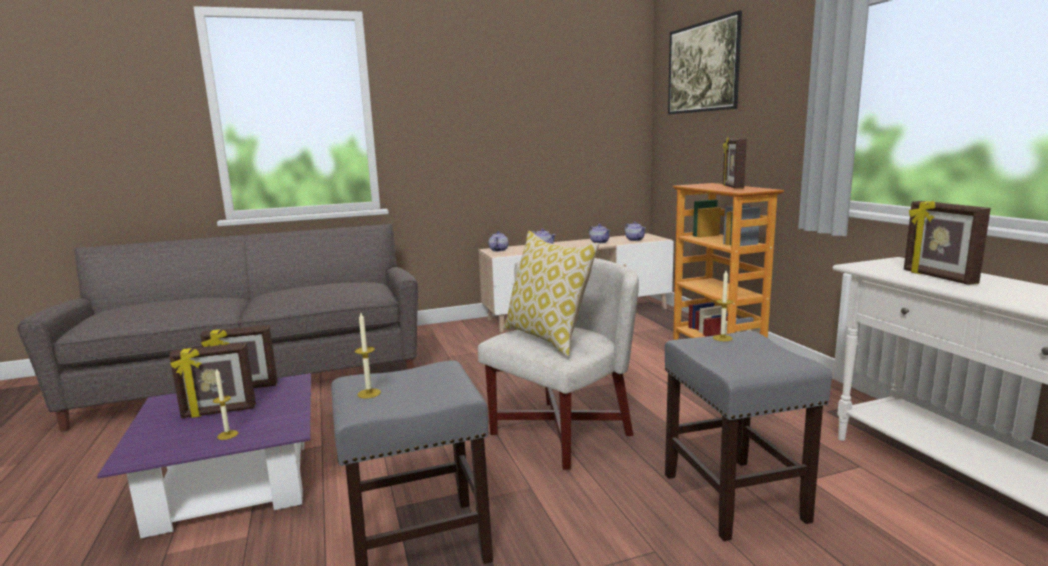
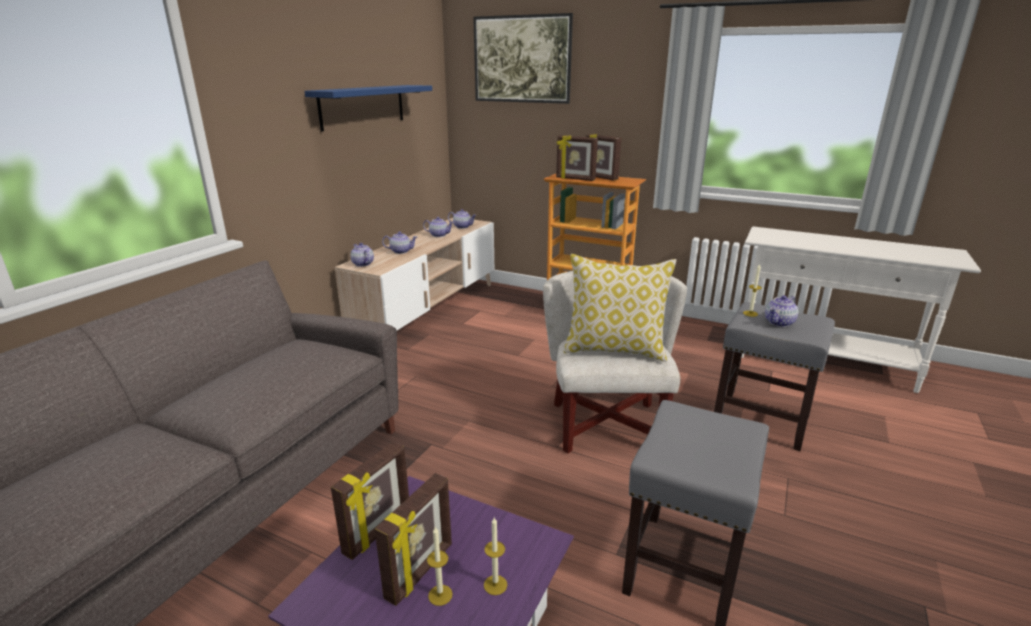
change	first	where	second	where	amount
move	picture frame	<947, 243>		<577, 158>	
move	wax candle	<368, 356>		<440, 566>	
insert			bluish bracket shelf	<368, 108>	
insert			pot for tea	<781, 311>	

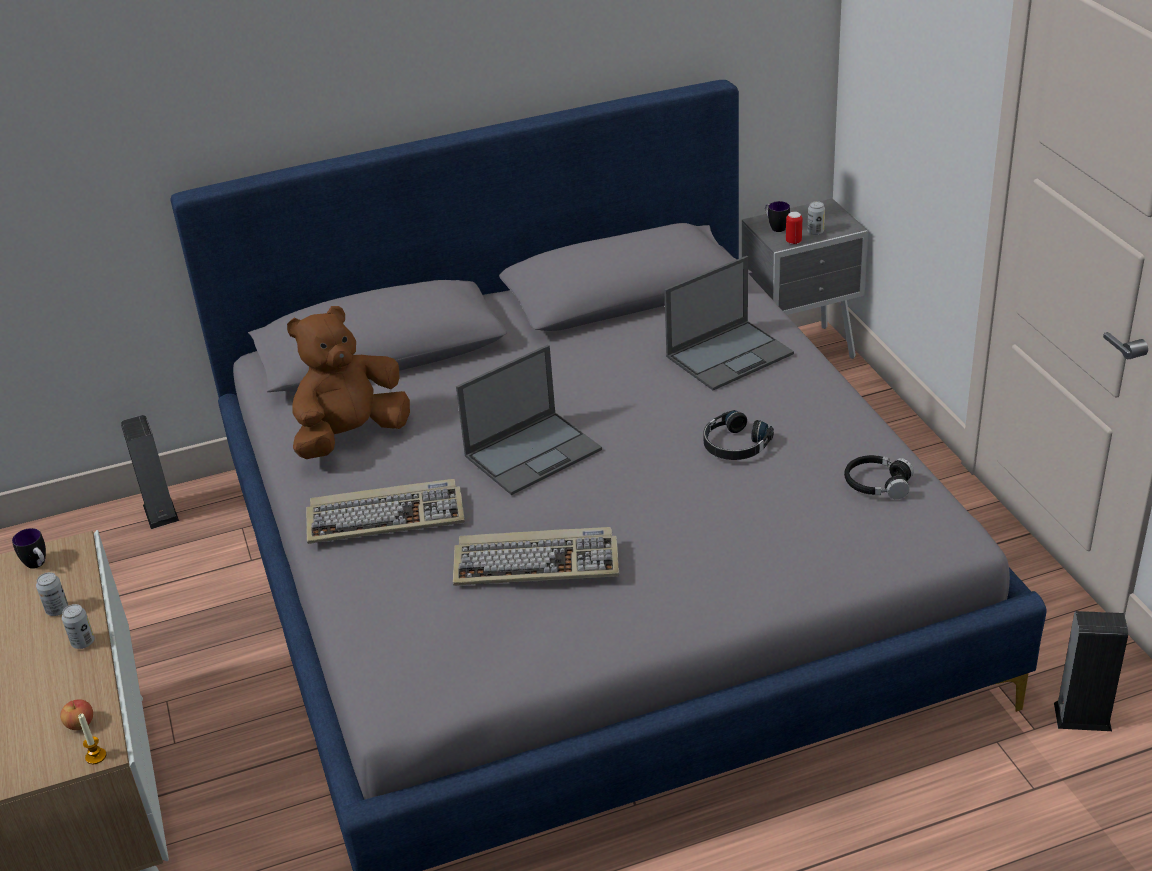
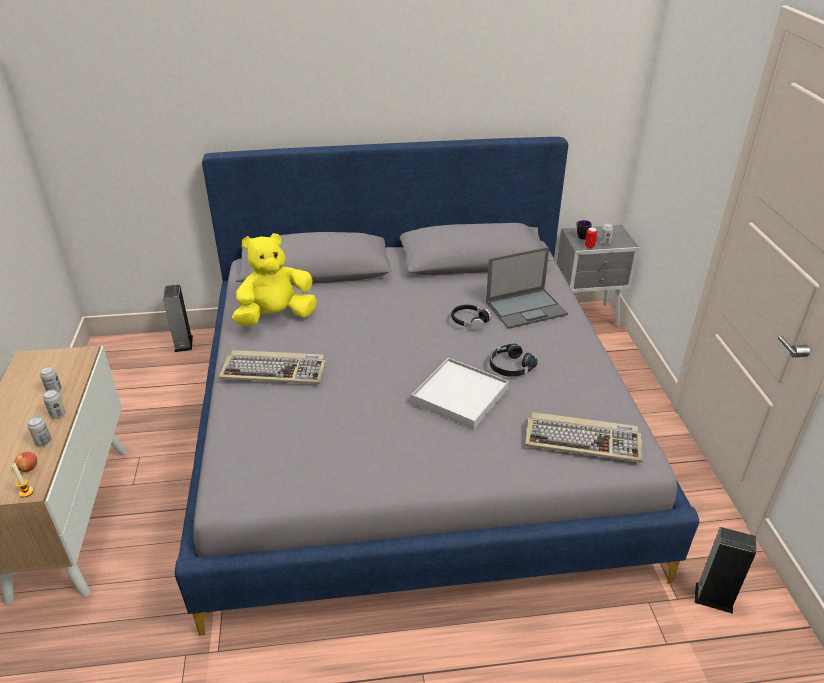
change	first	where	second	where	amount
recolor	brown cuddly toy	<348, 382>	yellow-coloured cuddly toy	<274, 279>	
delete	portable computer	<529, 420>			
move	black-coloured pair of headphones	<879, 477>		<471, 318>	
move	PC keyboard	<536, 556>		<584, 437>	
delete	tea mug	<29, 548>			
insert			white-coloured tray	<460, 393>	
insert			sealed can	<40, 431>	

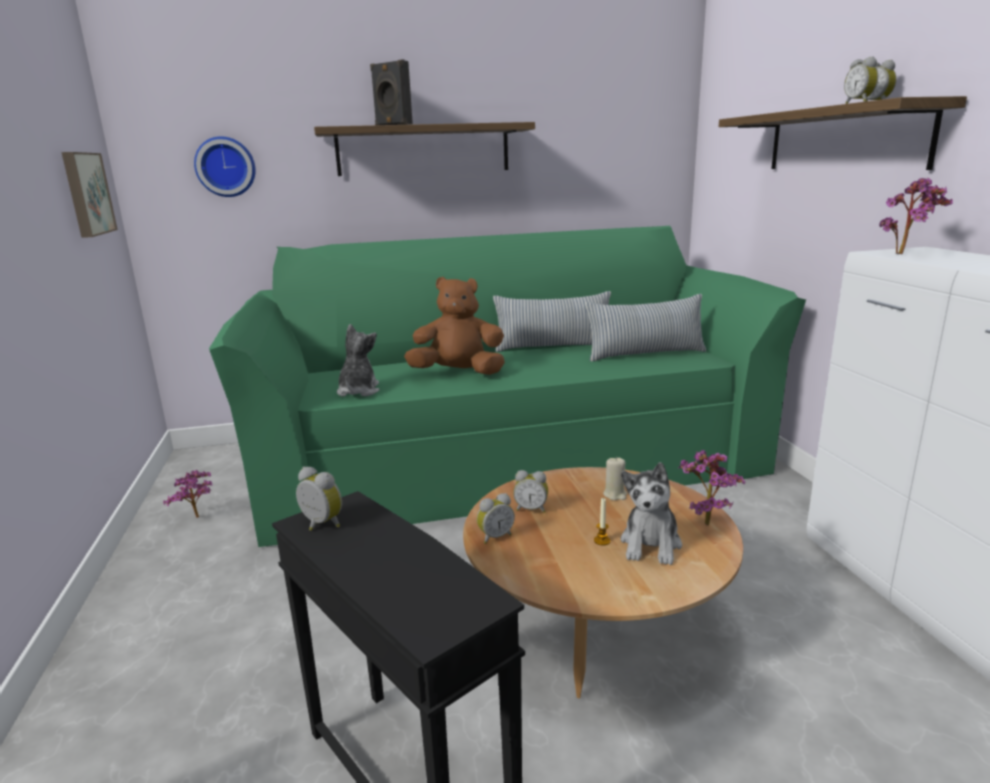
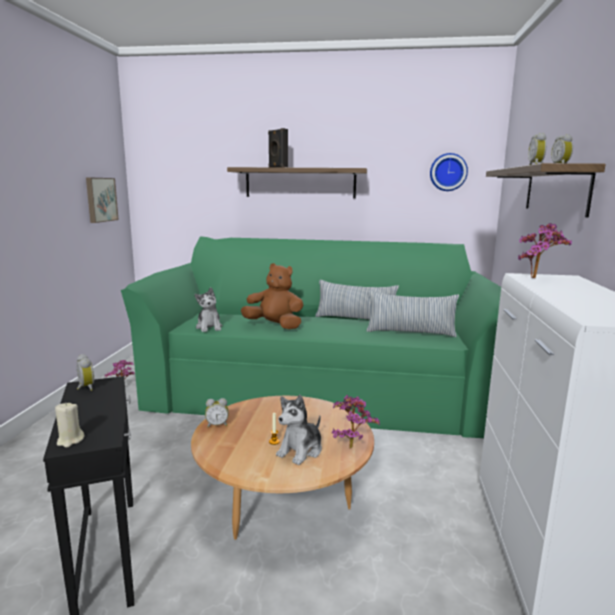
change	first	where	second	where	amount
move	hanging clock	<224, 166>		<449, 172>	
rotate	cuddly toy	<358, 360>		<208, 309>	135 degrees clockwise
move	sand-coloured wax candle	<615, 478>		<69, 424>	
delete	alarm clock	<530, 491>			

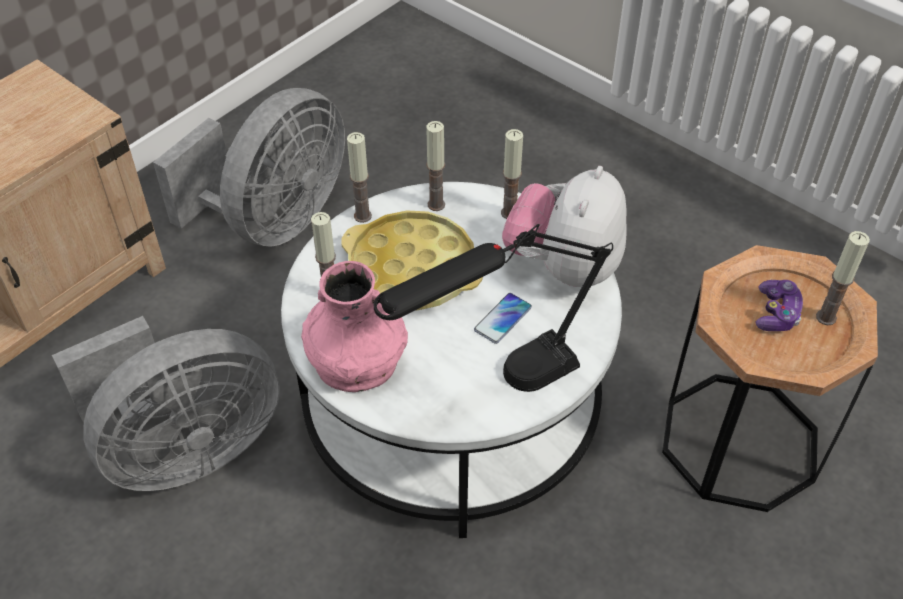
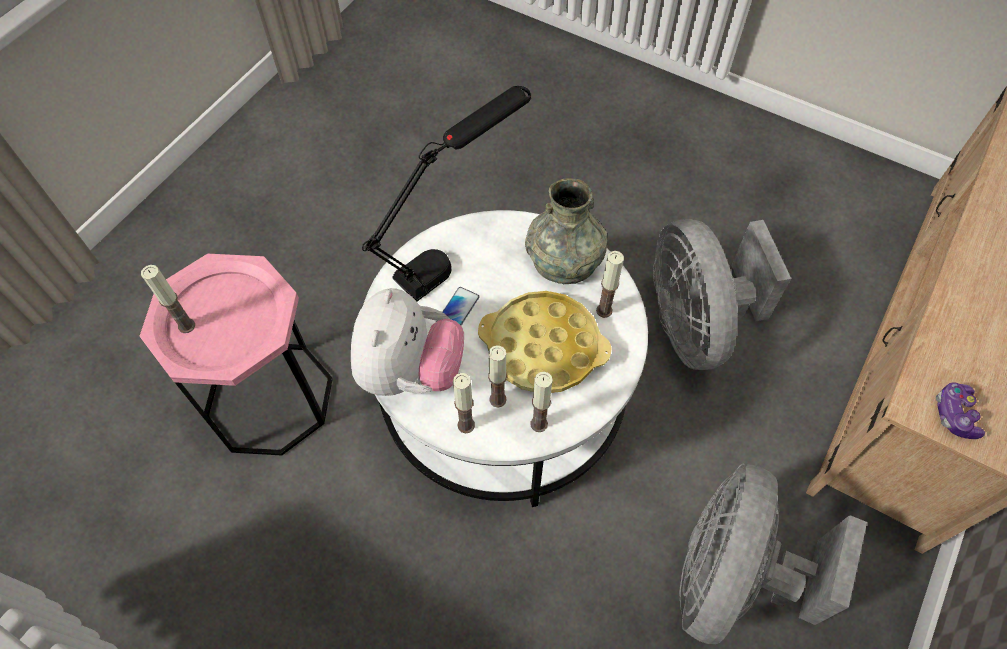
change	first	where	second	where	amount
move	wax candle	<359, 177>		<497, 376>	
recolor	brown end table	<770, 378>	pink-coloured end table	<236, 354>	
recolor	pink-coloured vase	<354, 326>	greyish vase	<566, 231>	
move	game controller	<779, 305>		<960, 410>	
rotate	greyish cooling fan	<166, 403>		<722, 294>	60 degrees counterclockwise

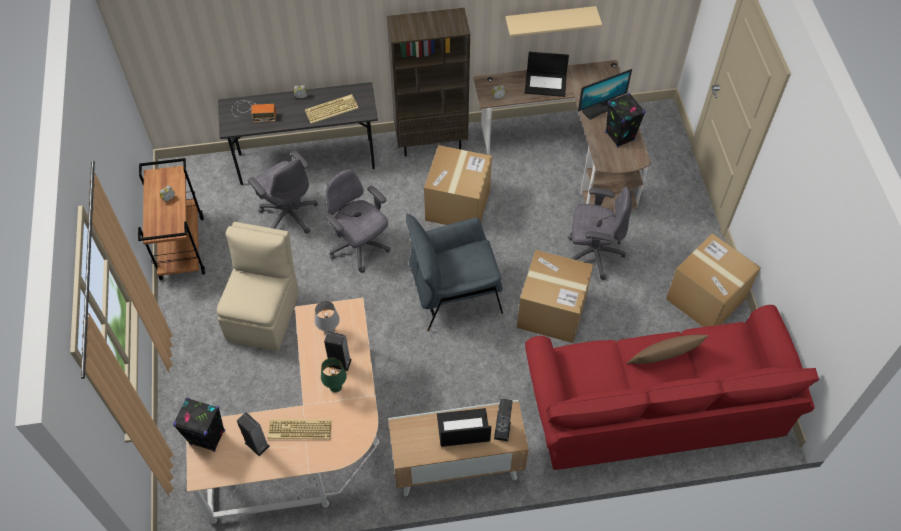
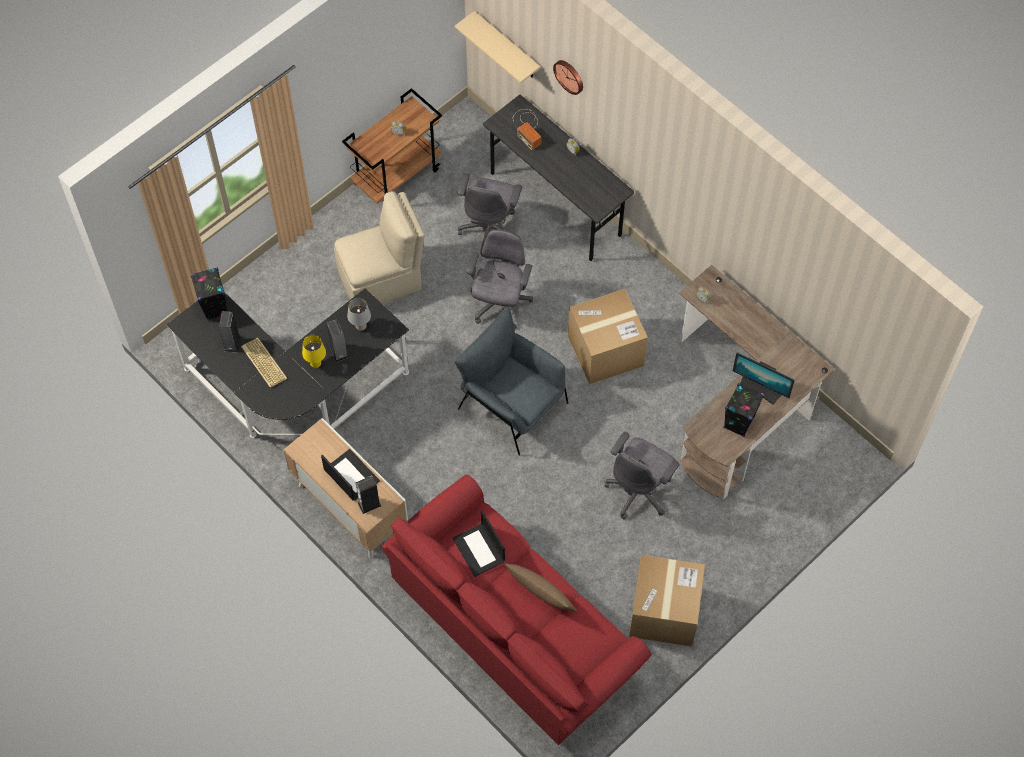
change	first	where	second	where	amount
move	sand-coloured bracket shelf	<553, 21>		<497, 47>	
delete	brown bookcase	<428, 82>			
move	portable computer	<547, 74>		<479, 543>	
delete	PC keyboard	<331, 109>			
rotate	greyish computer chair	<600, 233>		<642, 475>	60 degrees clockwise
delete	packing box	<555, 296>			
recolor	sand-coloured desk unit	<282, 411>	black-coloured desk unit	<287, 363>	
recolor	green-coloured lamp for a table	<334, 375>	yellow-coloured lamp for a table	<314, 351>	
insert			hanging clock	<568, 77>	

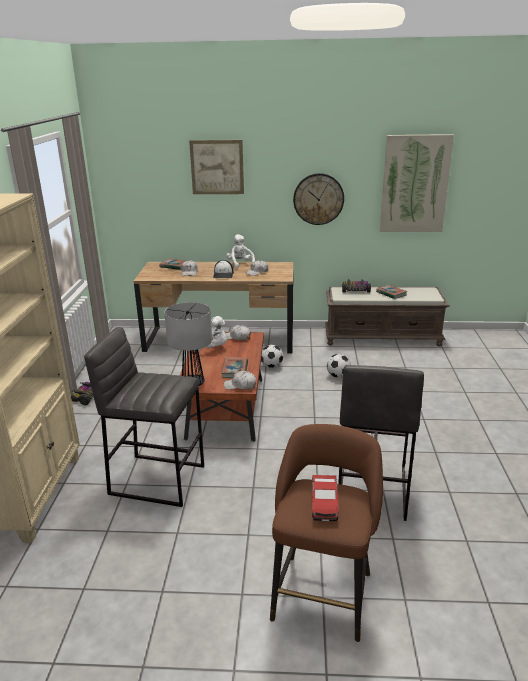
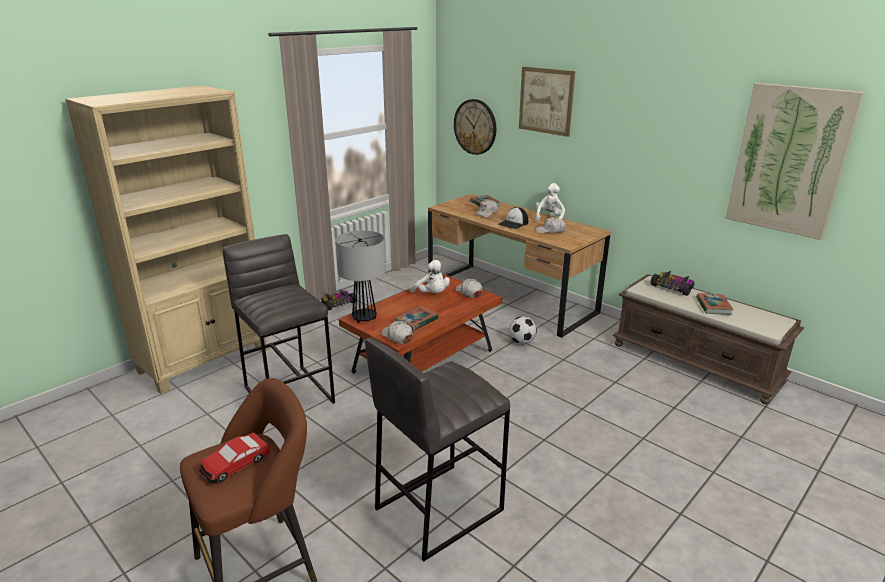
change	first	where	second	where	amount
move	hanging clock	<318, 199>		<475, 127>	
delete	football ball	<339, 366>			

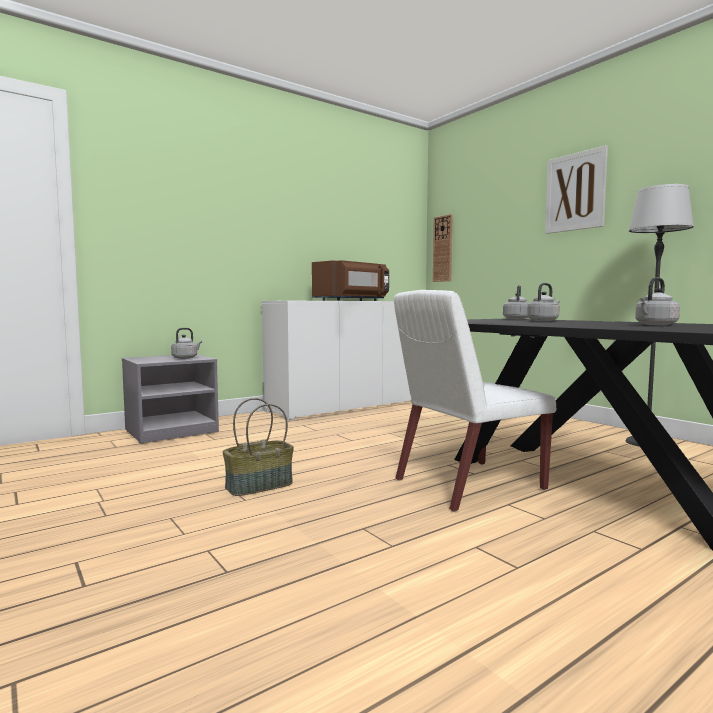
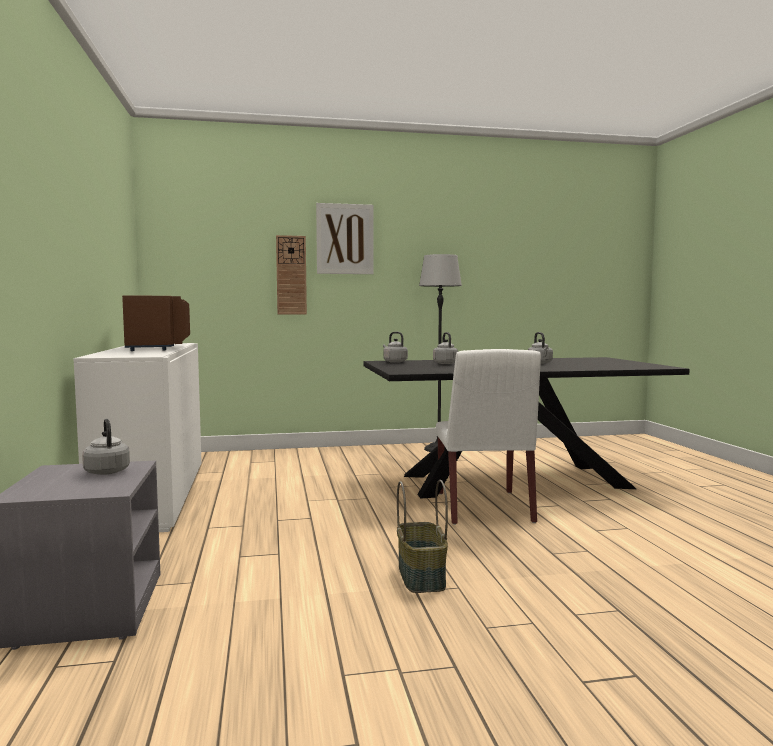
change	first	where	second	where	amount
move	hanging clock	<443, 248>		<291, 274>	

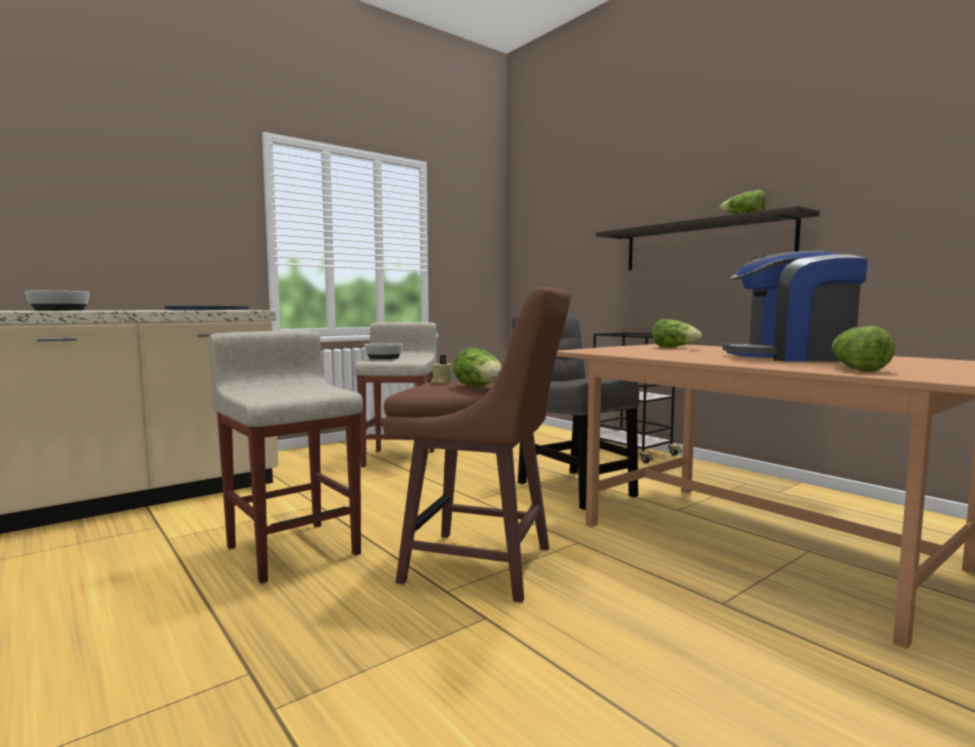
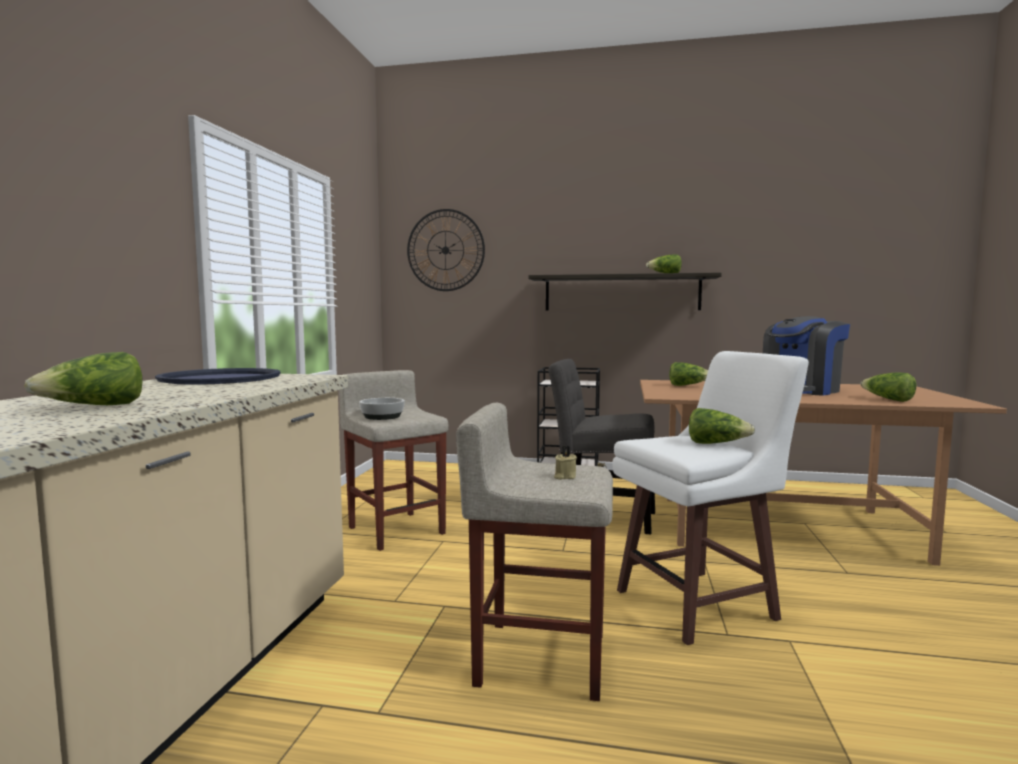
change	first	where	second	where	amount
recolor	brown stool seat	<477, 445>	white-coloured stool seat	<710, 498>	
replace	serving bowl	<57, 301>	head of lettuce	<83, 378>	
move	sand-coloured wax candle	<442, 369>		<565, 463>	
insert			hanging clock	<446, 250>	

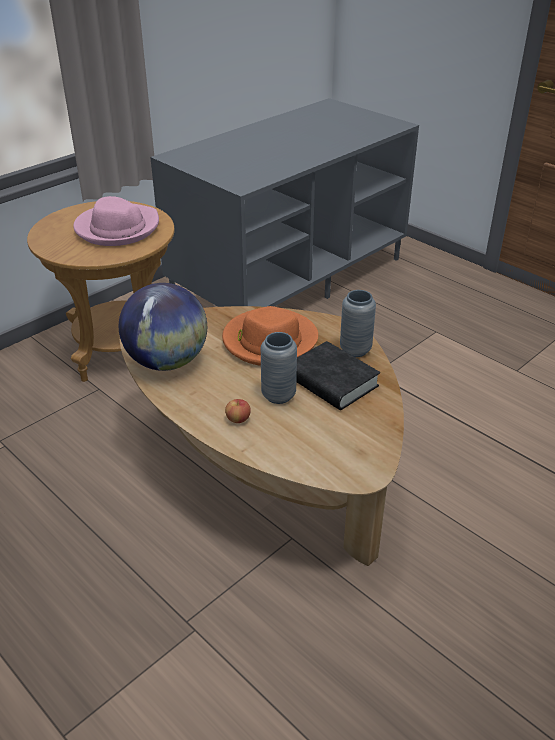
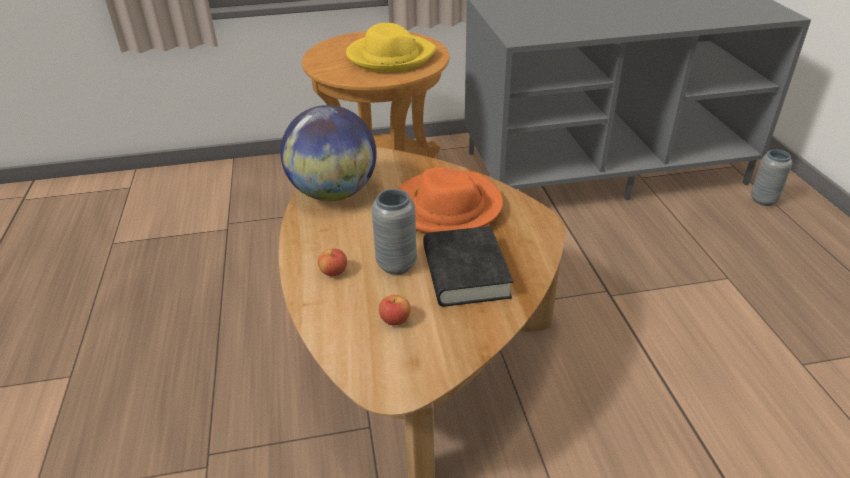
change	first	where	second	where	amount
recolor	pink-coloured wearable hat	<116, 221>	yellow-coloured wearable hat	<391, 47>	
move	greyish vase	<358, 323>		<771, 177>	
insert			whole apple	<395, 310>	

